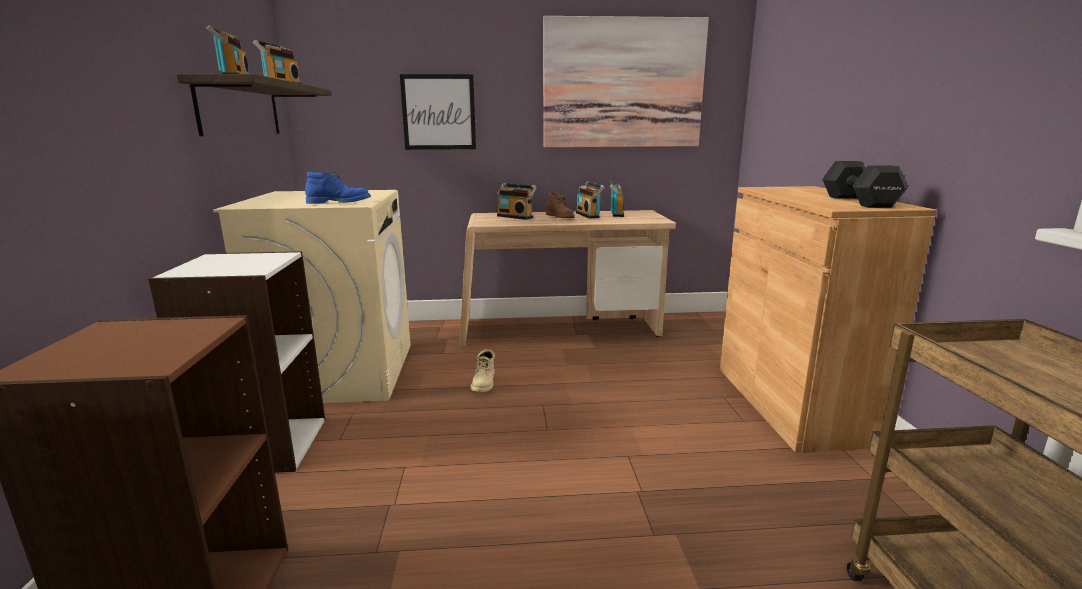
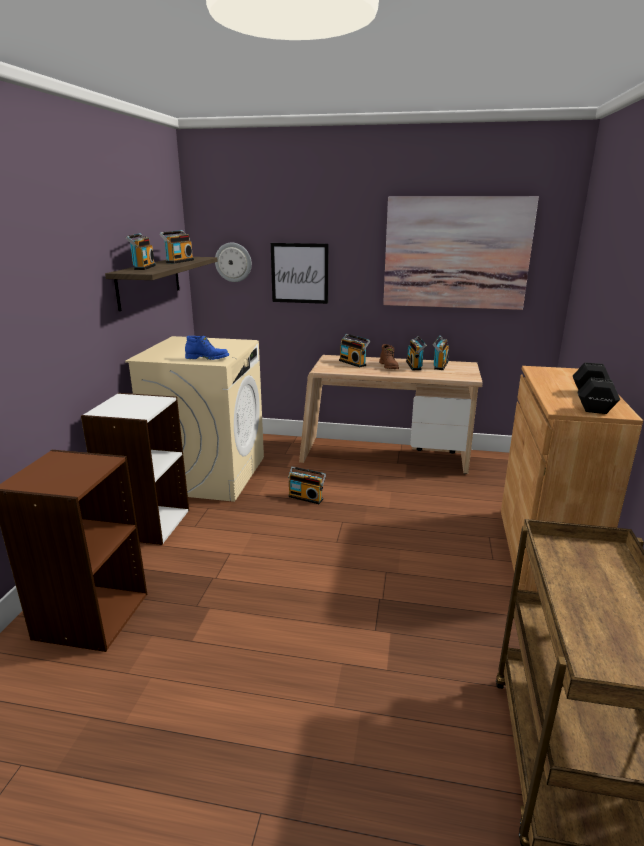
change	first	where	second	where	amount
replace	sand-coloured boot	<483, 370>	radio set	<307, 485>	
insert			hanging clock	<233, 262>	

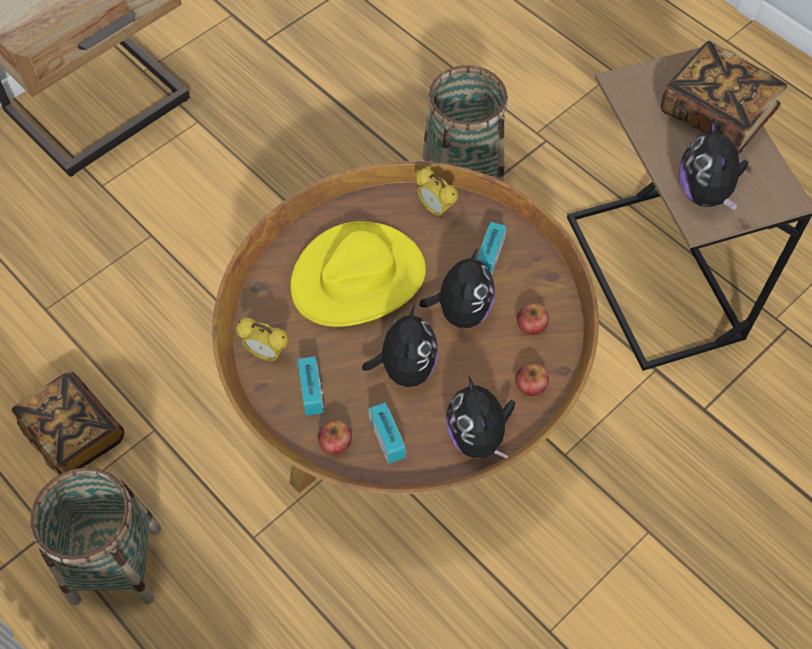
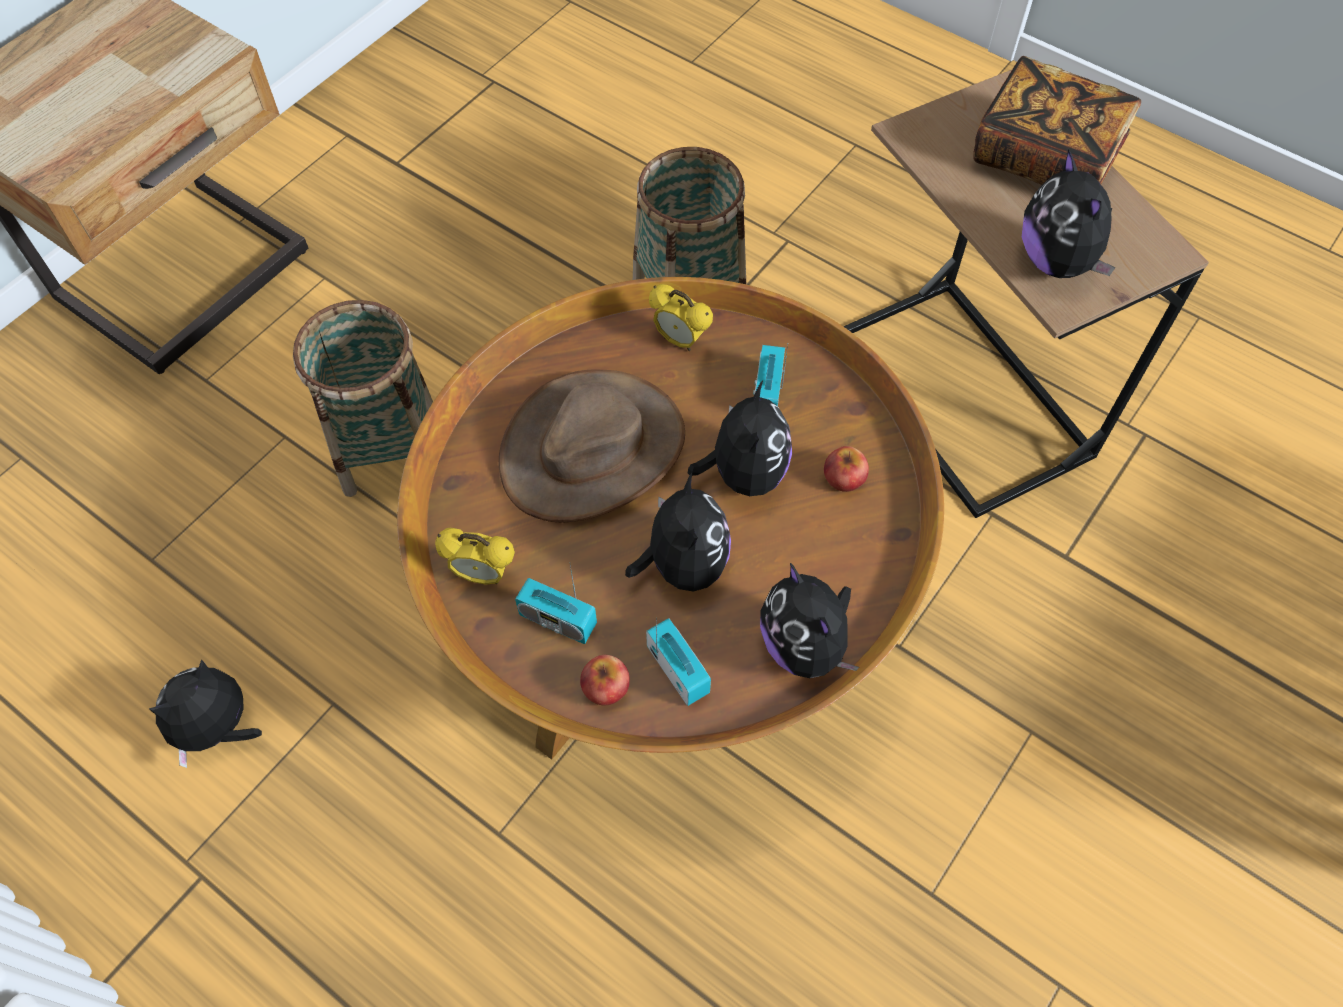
change	first	where	second	where	amount
recolor	yellow-coloured wearable hat	<358, 274>	brown wearable hat	<592, 446>	
rotate	radio set	<308, 381>		<556, 604>	135 degrees clockwise
delete	whole apple	<532, 379>			
replace	book	<68, 423>	cuddly toy	<205, 713>	
move	storage basket	<95, 536>		<363, 398>	

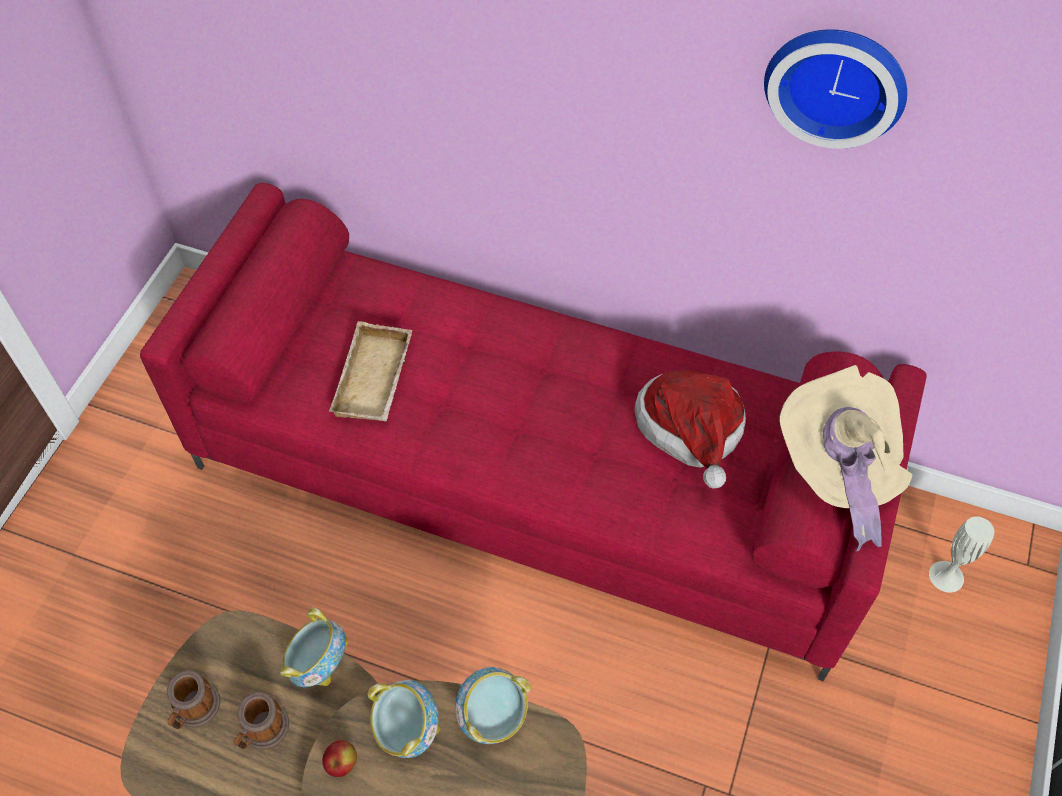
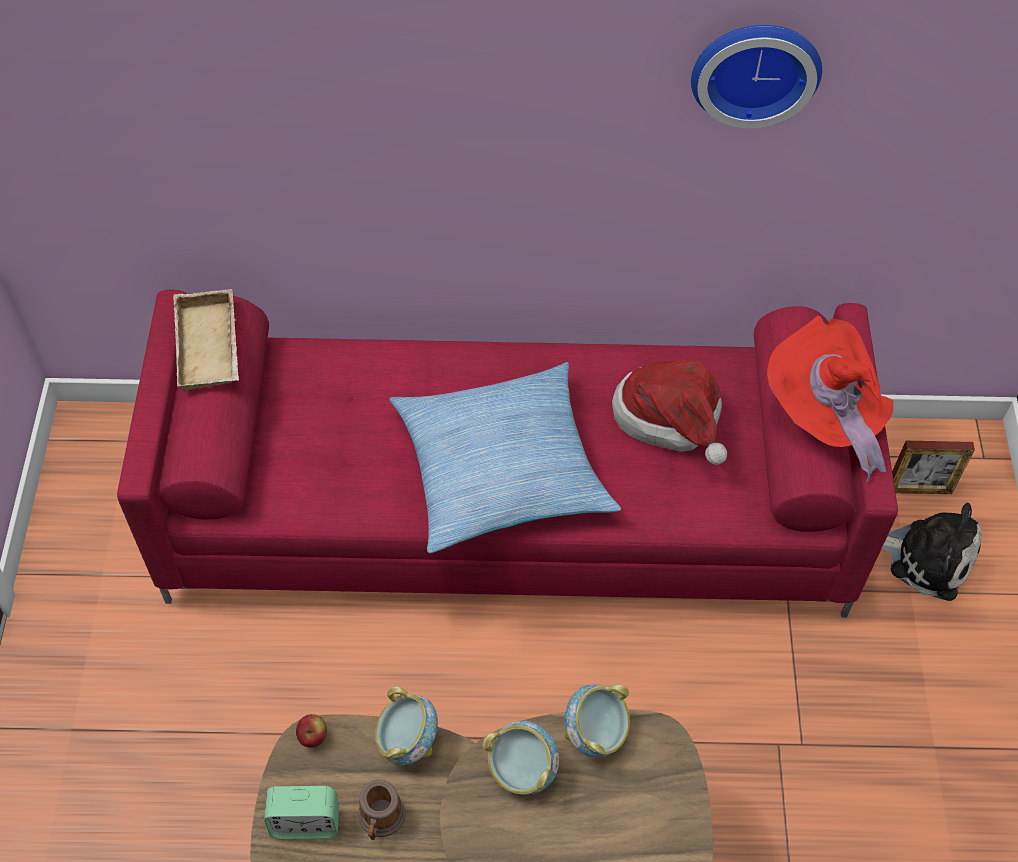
change	first	where	second	where	amount
move	sand-coloured tray	<370, 371>		<206, 340>	
recolor	sand-coloured wearable hat	<846, 458>	red-coloured wearable hat	<830, 399>	
replace	white-coloured vase	<961, 554>	picture frame	<933, 467>	
replace	tea mug	<193, 699>	alarm clock	<301, 812>	
move	whole apple	<339, 758>		<311, 730>	
insert			throw pillow	<505, 457>	
insert			cuddly toy	<932, 552>	

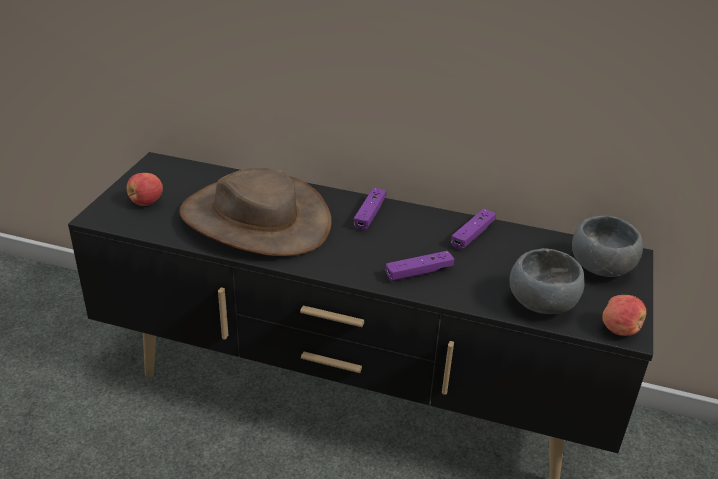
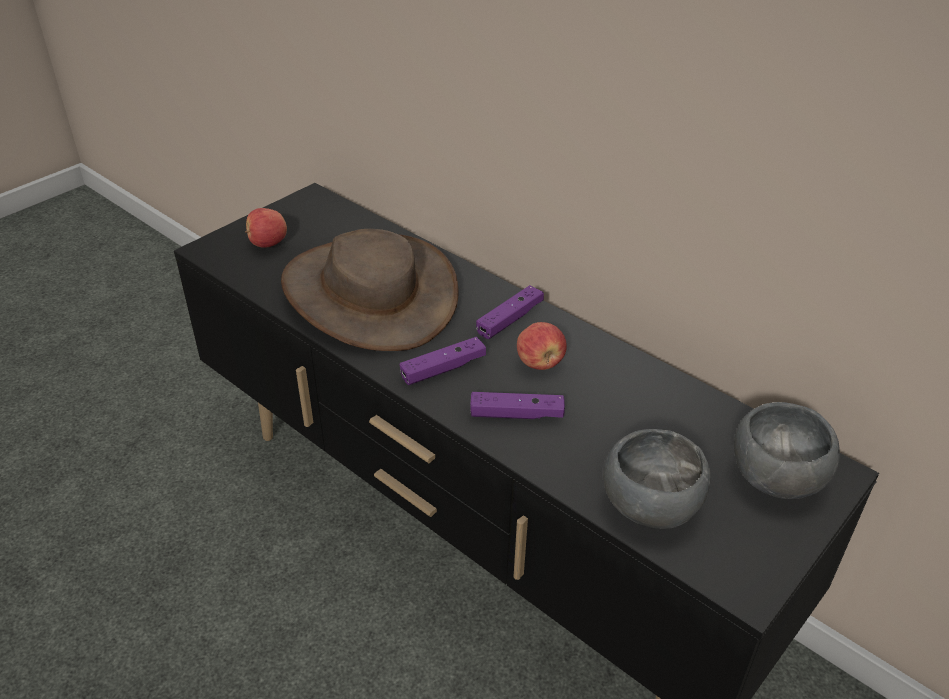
change	first	where	second	where	amount
move	purplish game controller	<473, 229>		<443, 361>	
move	whole apple	<624, 315>		<542, 346>	

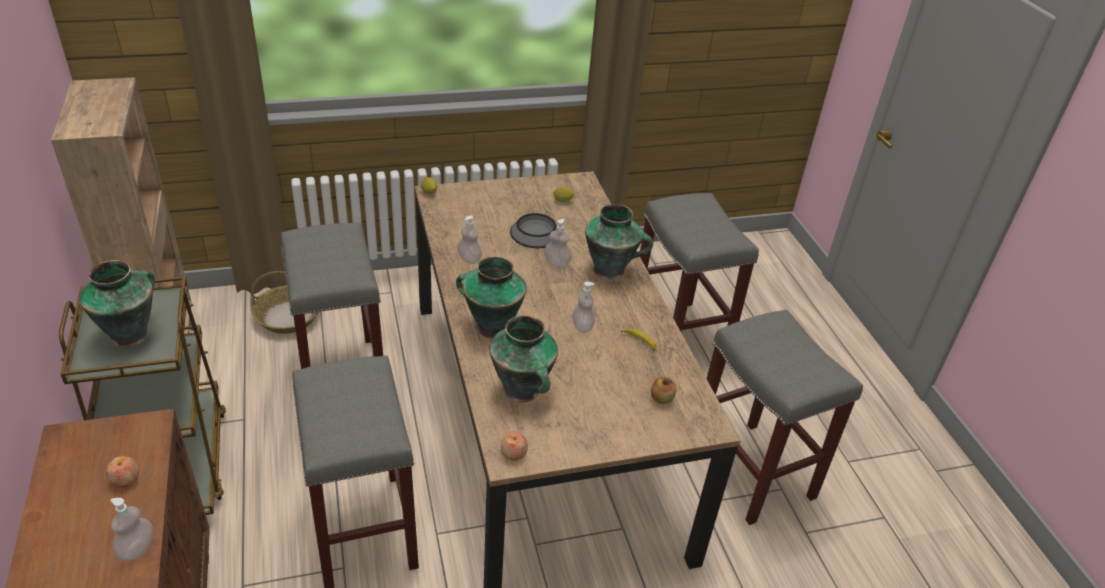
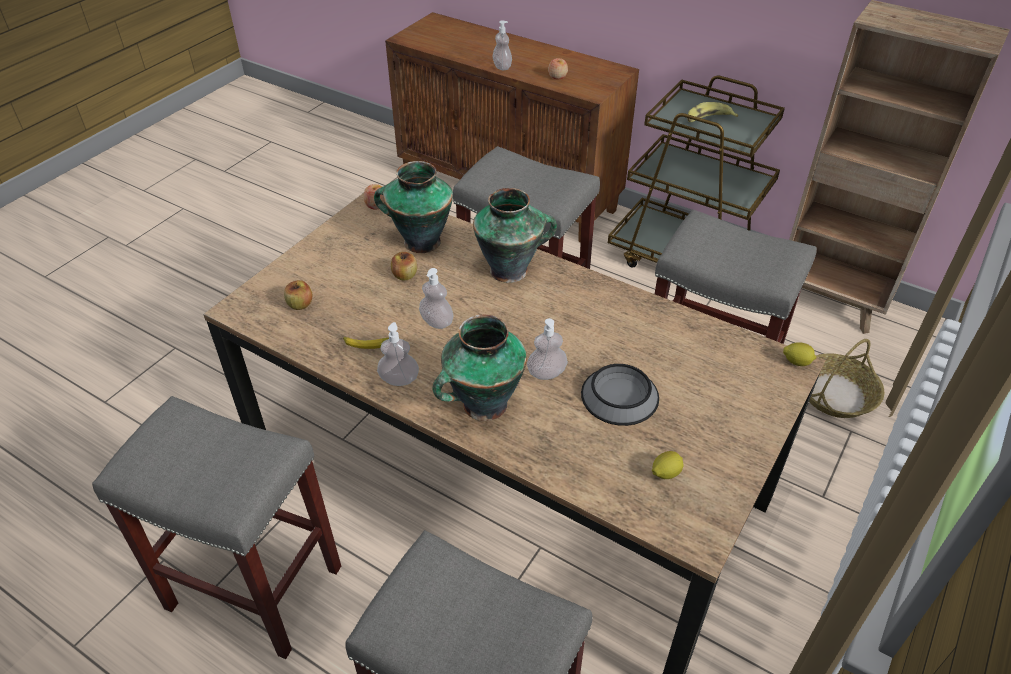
change	first	where	second	where	amount
move	soap bottle	<469, 239>		<398, 354>	
replace	vase	<117, 303>	whole banana	<712, 112>	
insert			whole apple	<404, 266>	

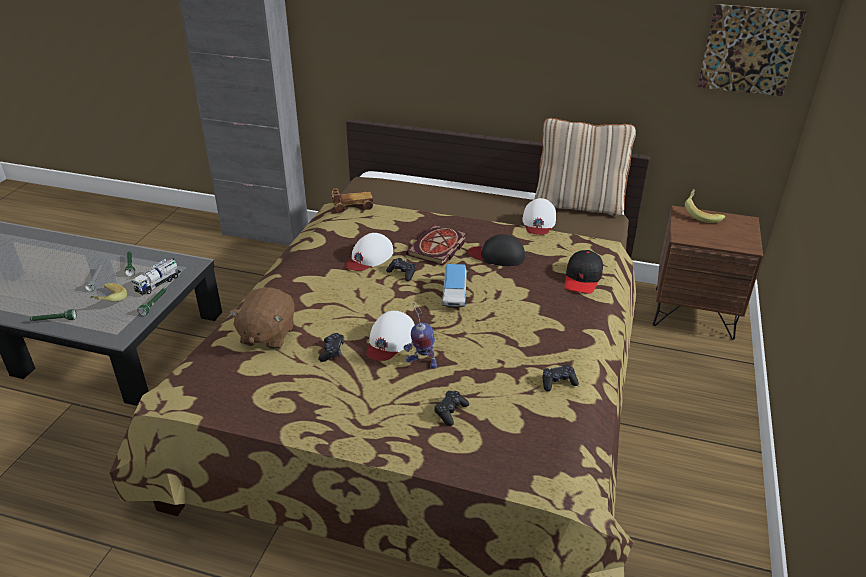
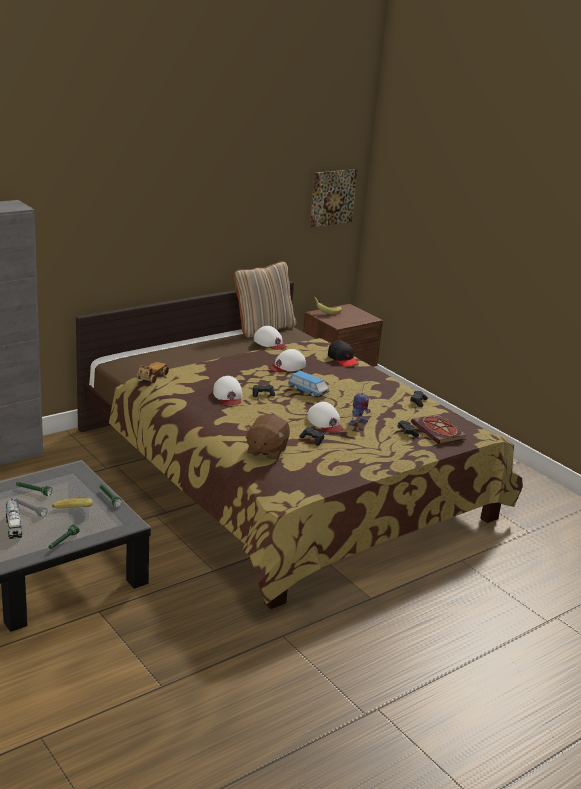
change	first	where	second	where	amount
move	book	<437, 245>		<439, 429>	
recolor	black-coloured peaked cap	<496, 250>	white-coloured peaked cap	<287, 360>	
move	toy lorry	<156, 276>		<14, 518>	
rotate	brown cuddly toy	<262, 318>		<267, 437>	60 degrees clockwise

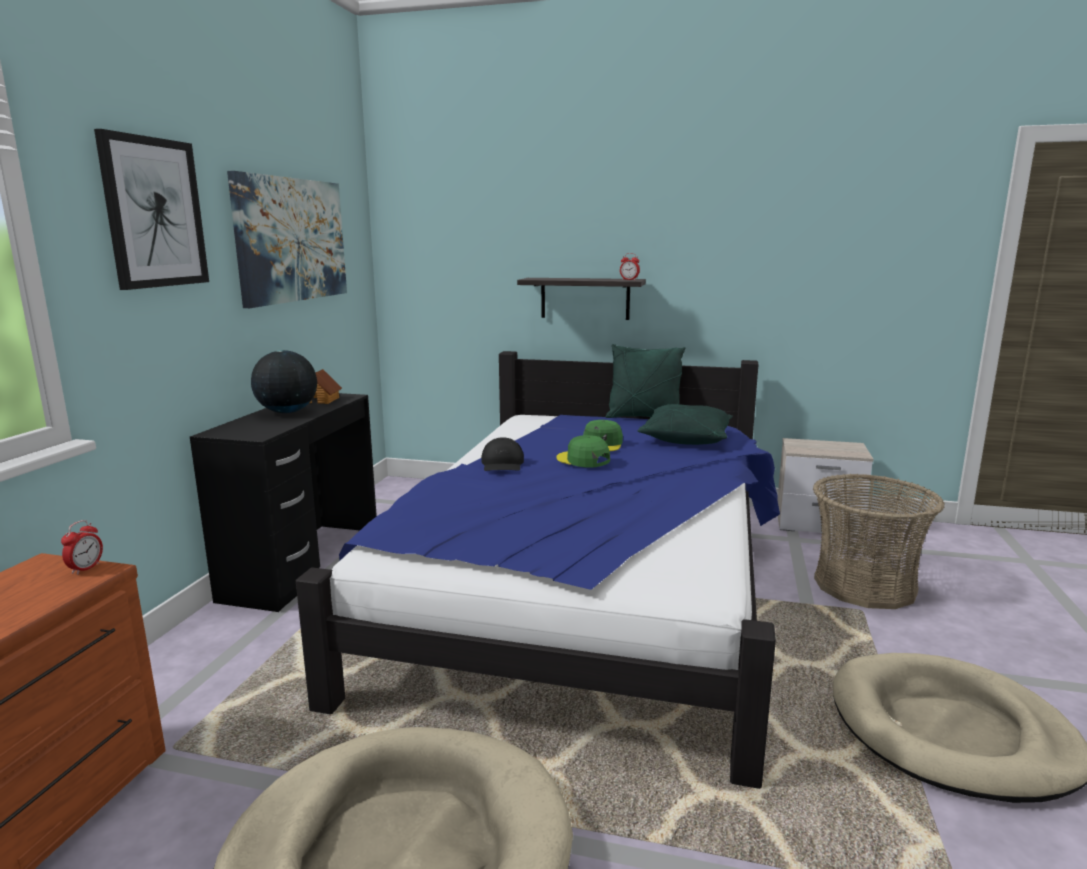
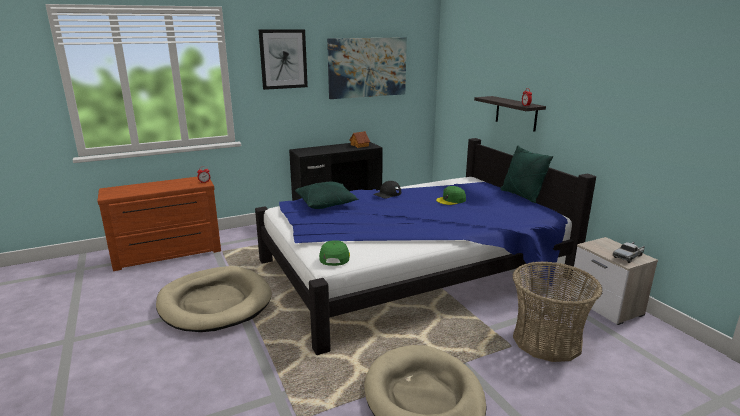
change	first	where	second	where	amount
delete	world globe	<284, 381>			
move	green-coloured throw pillow	<685, 424>		<326, 195>	
move	green-coloured peaked cap	<583, 451>		<334, 253>	
insert			toy lorry	<629, 252>	

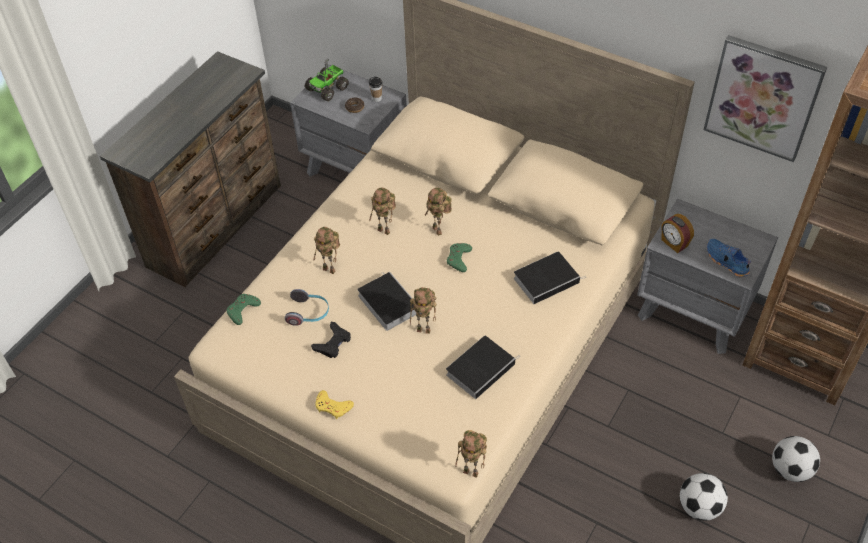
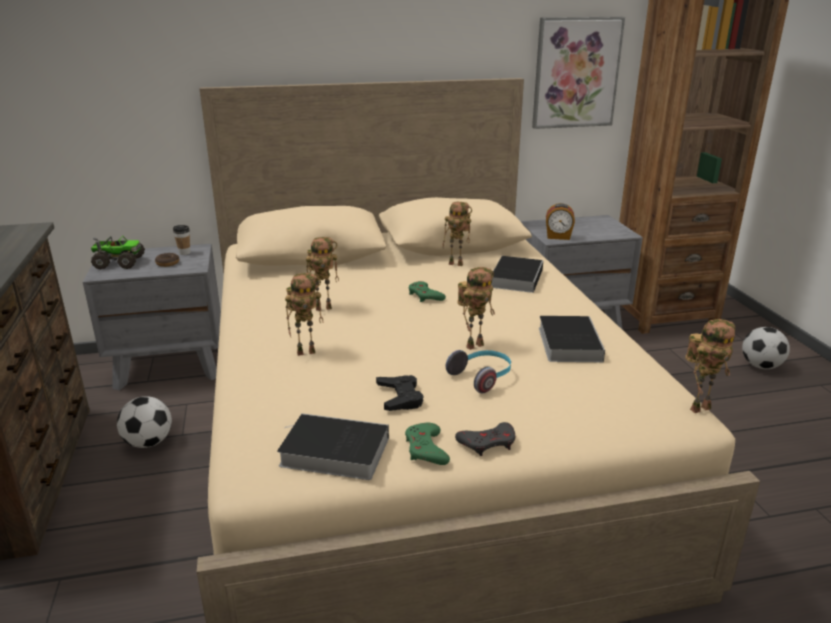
change	first	where	second	where	amount
rotate	toy lorry	<327, 80>		<118, 252>	90 degrees counterclockwise
move	model robot	<438, 212>		<457, 234>	
delete	bluish shoe	<729, 258>			
move	book	<387, 301>		<333, 446>	
move	pair of headphones	<307, 307>		<478, 371>	
move	green-coloured game controller	<244, 309>		<427, 444>	
recolor	yellow-coloured game controller	<334, 404>	greyish game controller	<485, 439>	
move	football ball	<704, 497>		<144, 422>	

